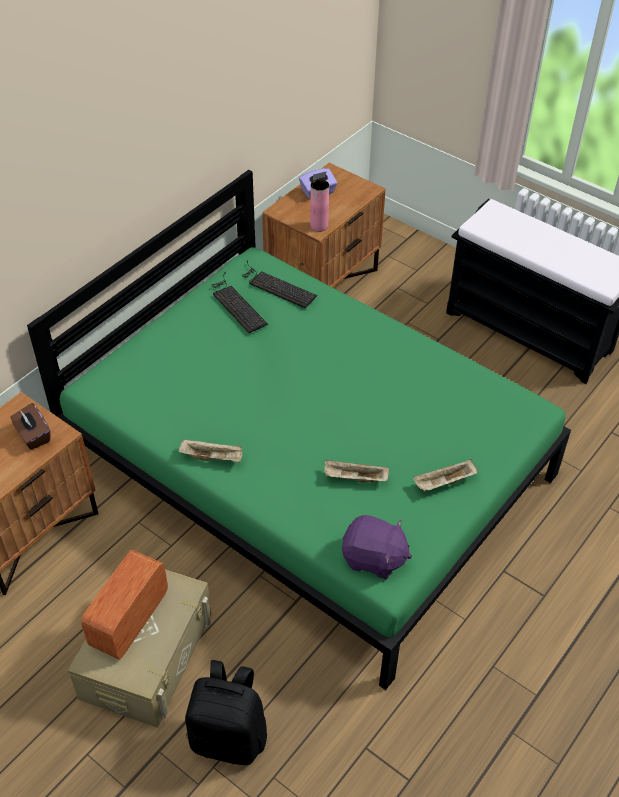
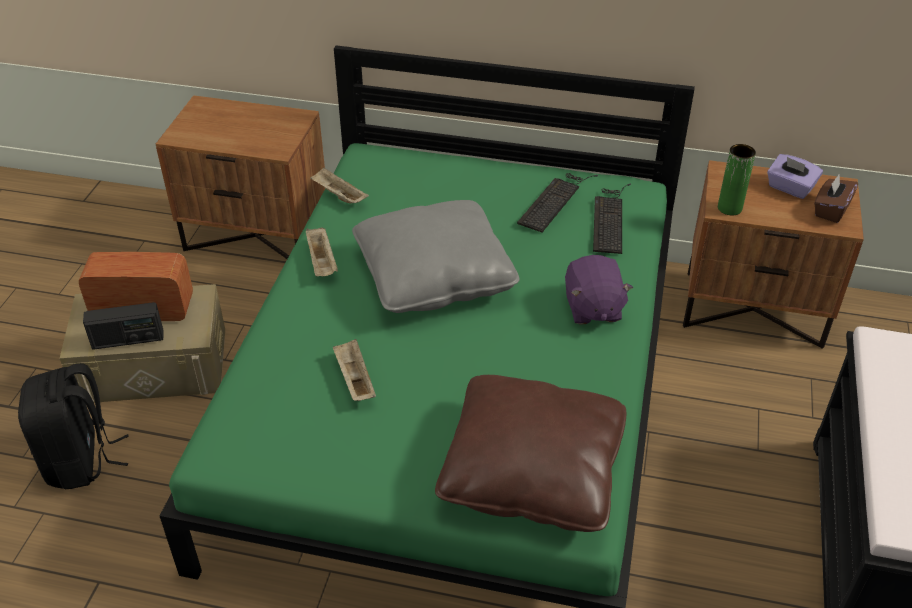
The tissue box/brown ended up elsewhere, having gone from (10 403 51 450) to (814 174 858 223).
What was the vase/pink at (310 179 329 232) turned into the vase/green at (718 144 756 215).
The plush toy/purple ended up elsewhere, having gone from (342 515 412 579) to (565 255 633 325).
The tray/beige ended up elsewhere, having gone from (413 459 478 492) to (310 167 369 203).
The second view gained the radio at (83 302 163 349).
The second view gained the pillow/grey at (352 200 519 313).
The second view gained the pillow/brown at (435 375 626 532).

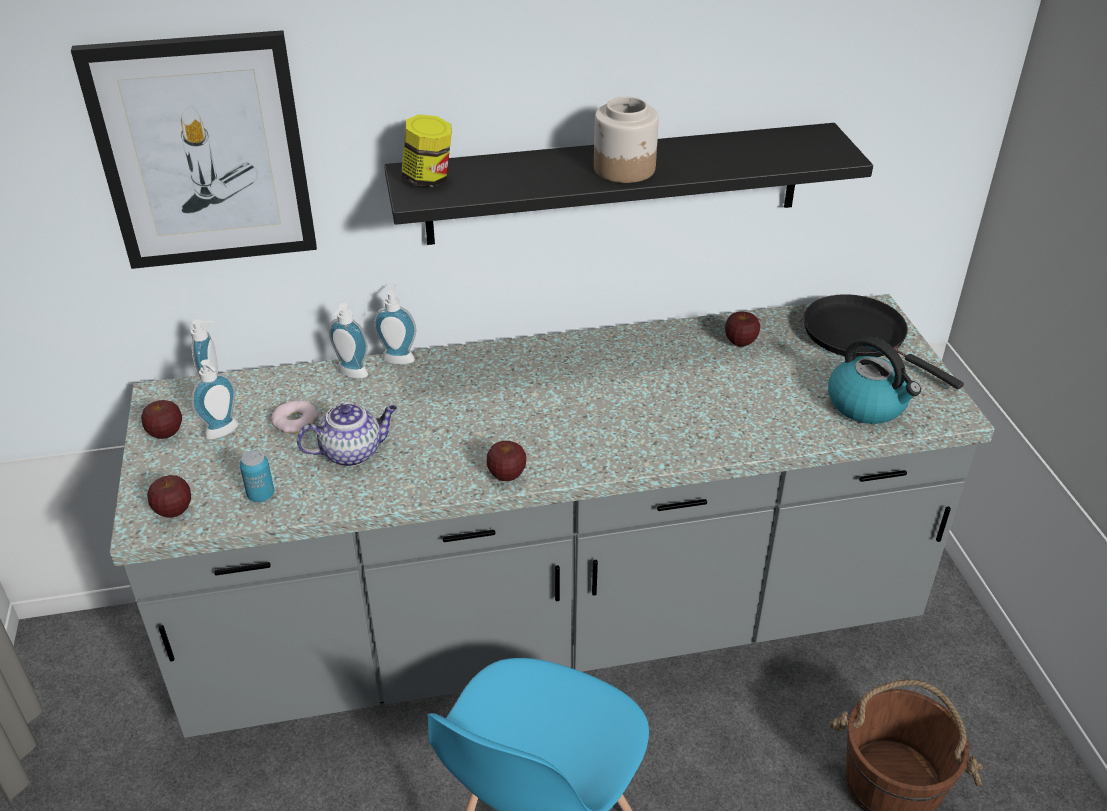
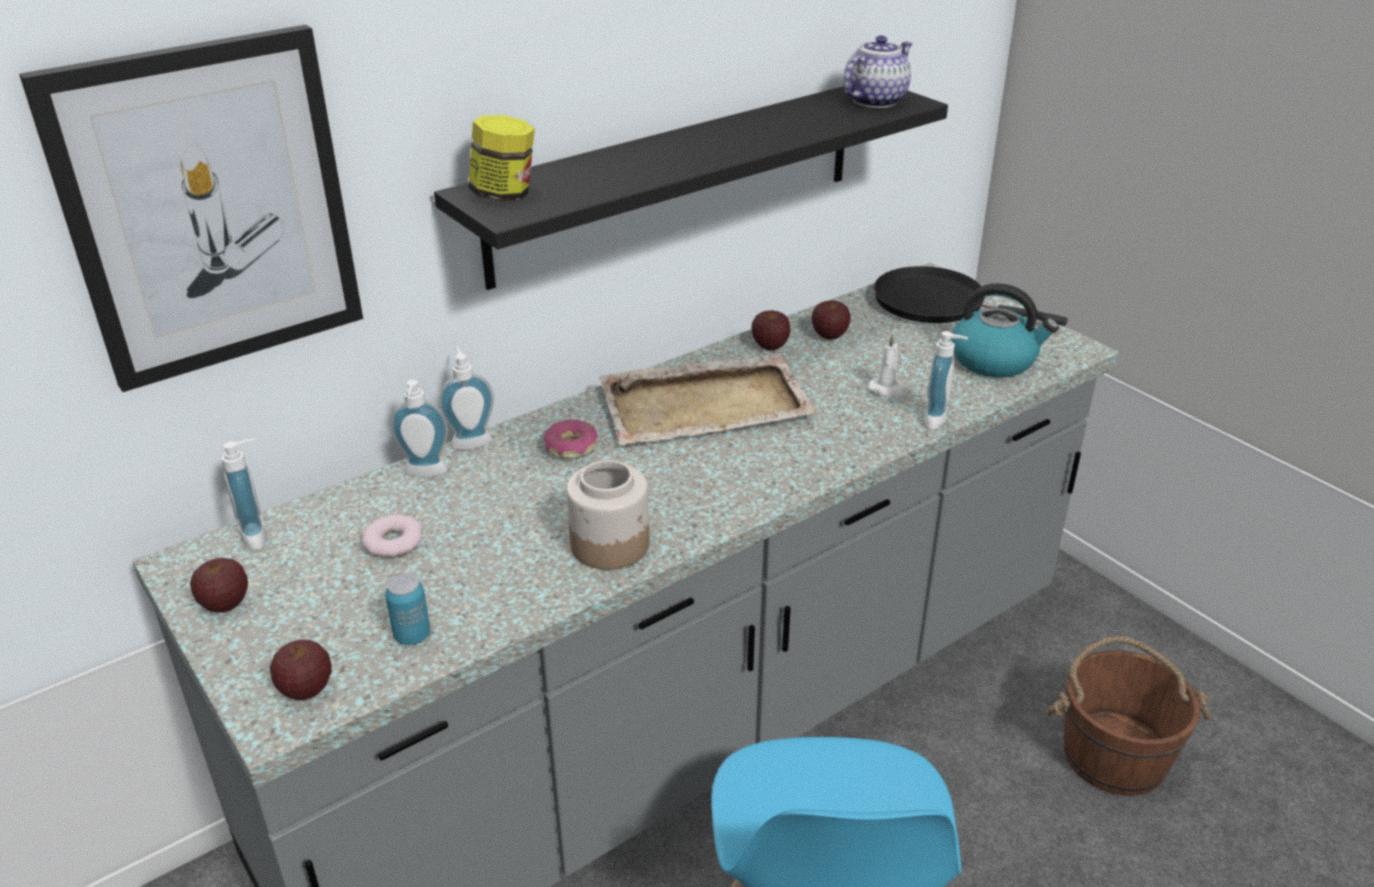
The soap dispenser ended up elsewhere, having gone from (191 359 238 439) to (924 331 968 430).
The teapot ended up elsewhere, having gone from (297 403 397 467) to (843 35 912 108).
The apple ended up elsewhere, having gone from (487 441 526 481) to (751 310 791 350).
The jar ended up elsewhere, having gone from (594 97 659 183) to (566 460 649 570).
The second view gained the donut at (544 420 598 459).
The second view gained the tray/beige at (599 353 817 446).
The second view gained the candle/white at (868 333 904 399).

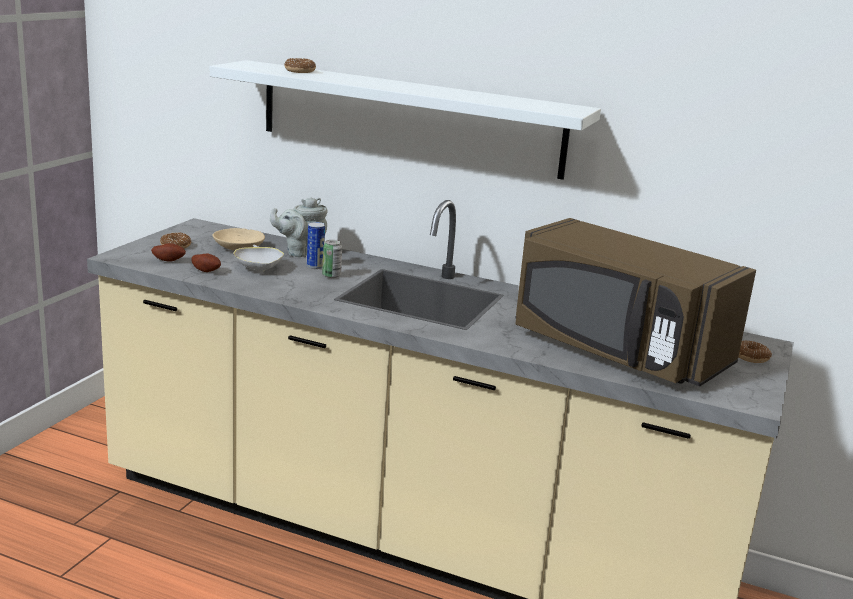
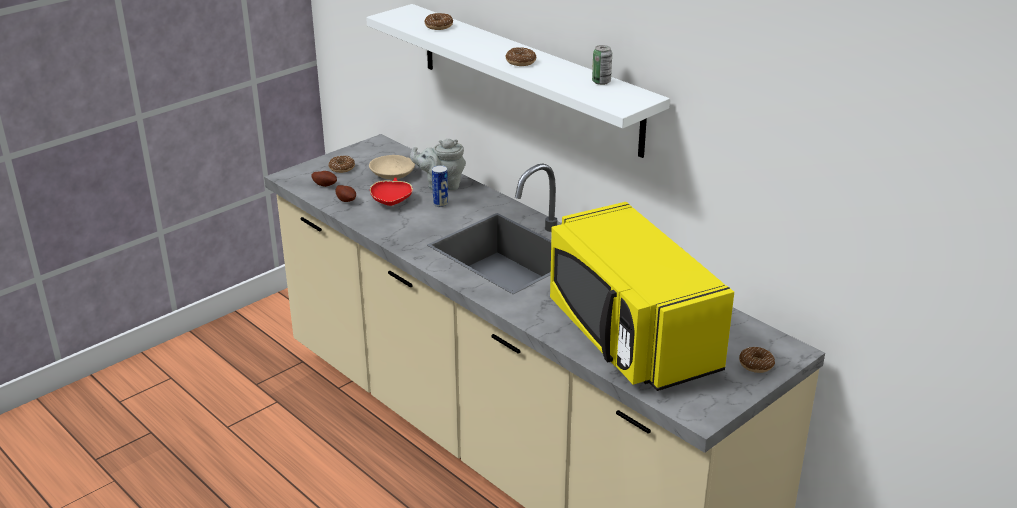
What was the bowl/white at (233 245 284 272) turned into the bowl/red at (370 177 413 206).
The can ended up elsewhere, having gone from (322 240 342 278) to (592 45 612 85).
What was the microwave/brown at (515 218 756 386) turned into the microwave/yellow at (550 202 734 391).
The second view gained the donut at (505 47 537 66).

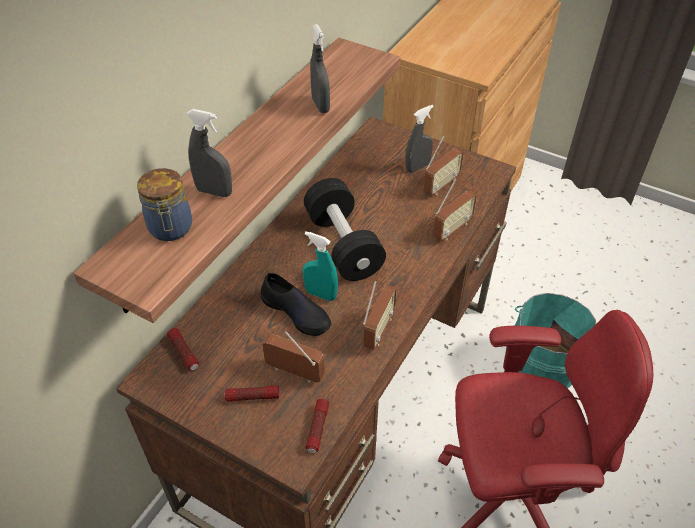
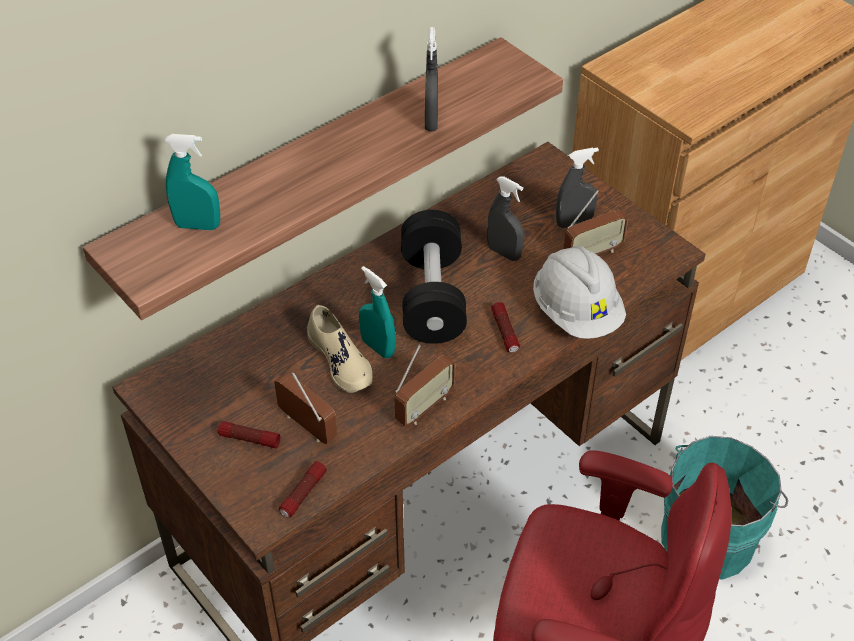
Where the jar stood at (137 168 192 241), the spray bottle/turquoise came to stand at (165 134 220 230).
The flashlight ended up elsewhere, having gone from (167 328 199 371) to (491 302 520 353).
The spray bottle/grey ended up elsewhere, having gone from (187 109 232 197) to (487 176 524 261).
What was the shoe/black at (261 273 331 336) turned into the shoe/beige at (307 305 373 393).
Where the radio stood at (433 179 477 241), the hard hat/white came to stand at (533 246 626 339).

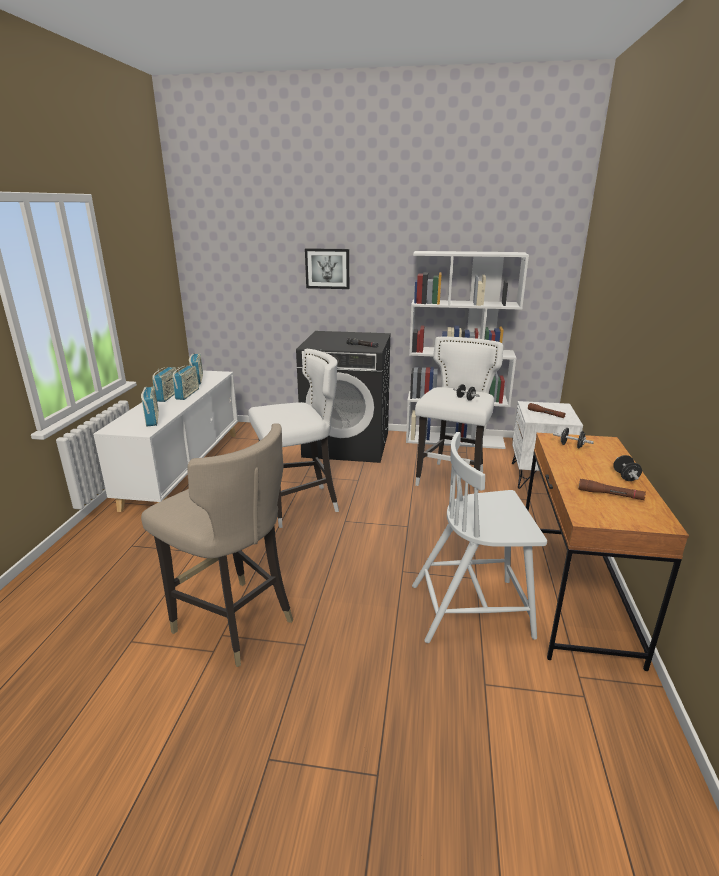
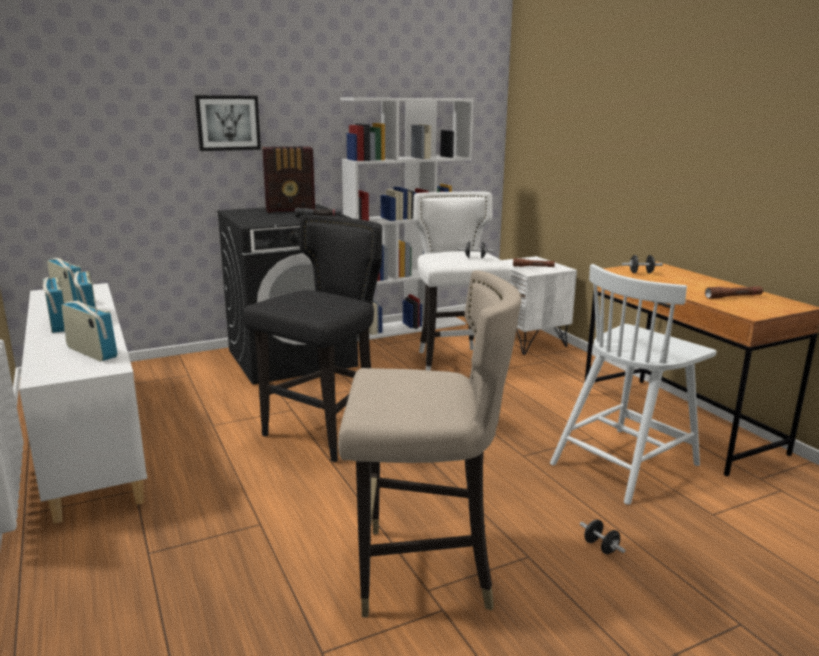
What was the stool/white at (248 349 339 528) turned into the stool/black at (243 215 382 462).
The dumbbell/black ended up elsewhere, having gone from (613 455 642 481) to (580 519 626 554).
The second view gained the radio at (262 146 315 213).

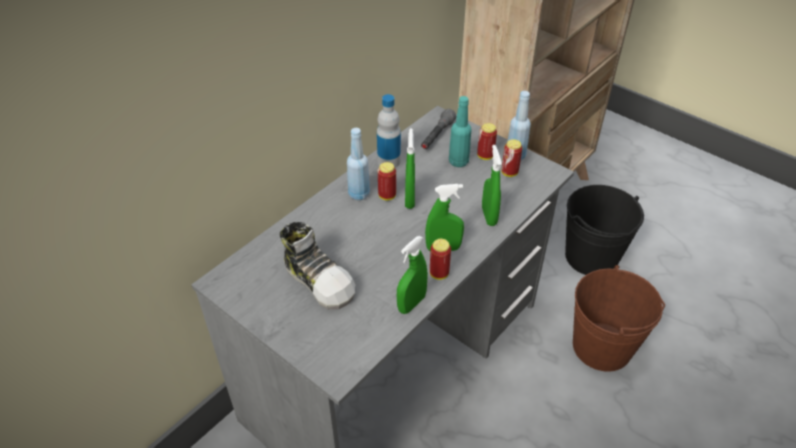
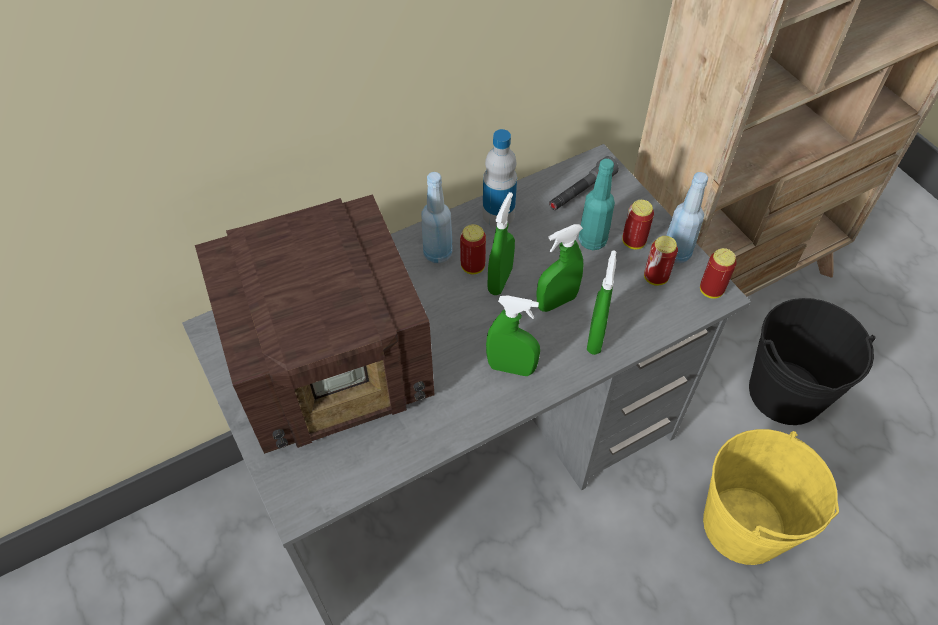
Where the shoe stood at (280 222 356 310), the radio came to stand at (195 194 434 454).
The spray bottle/green ended up elsewhere, having gone from (397 236 428 314) to (537 224 583 312).
The can ended up elsewhere, having gone from (430 239 451 280) to (700 248 736 299).
What was the bucket/brown at (573 265 665 372) turned into the bucket/yellow at (703 429 839 565).

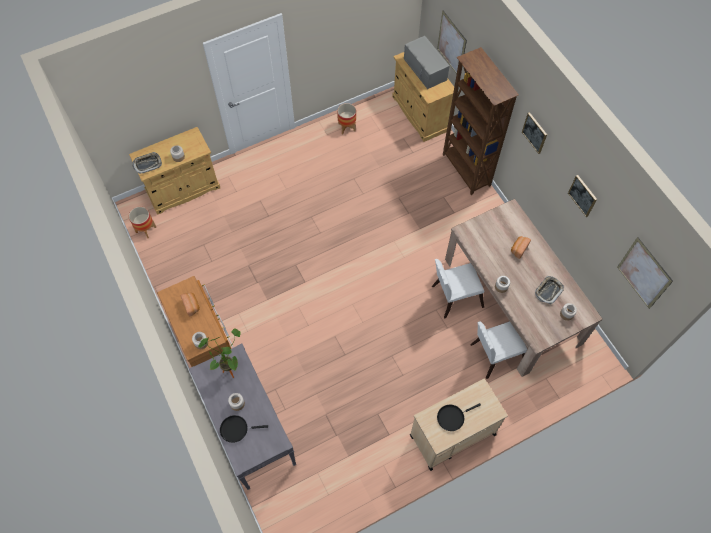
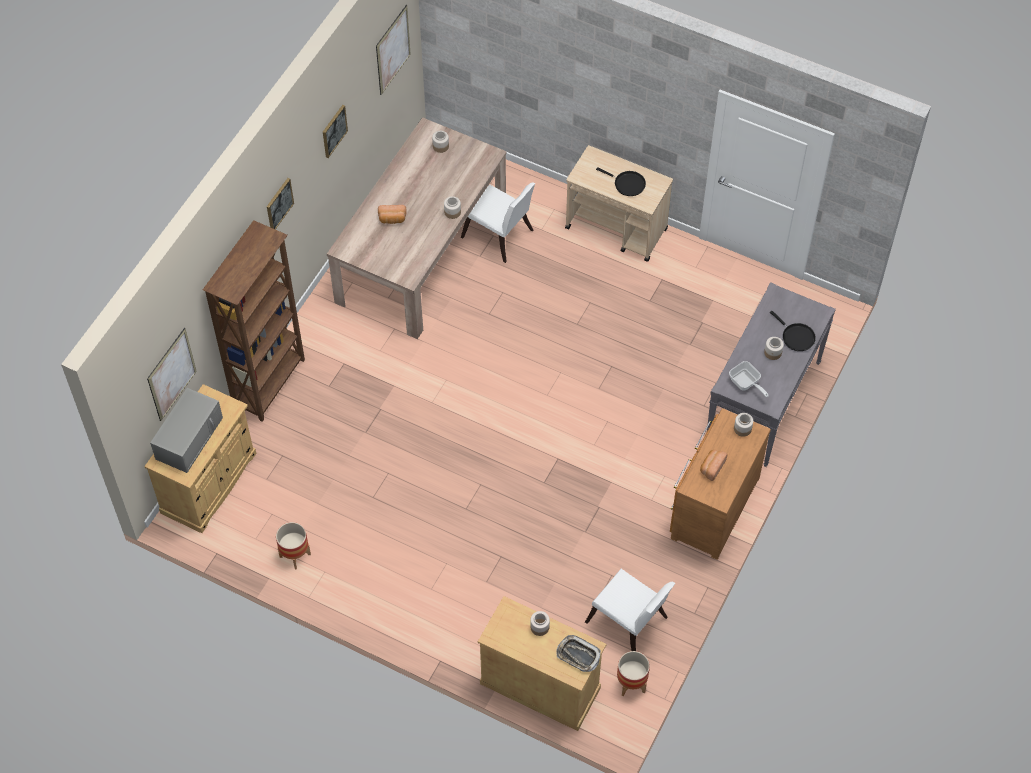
Where the potted plant stood at (198 328 241 378), the frying pan came to stand at (729 361 769 397).
The chair/white ended up elsewhere, having gone from (432 259 484 318) to (585 569 676 651).
The second view lost the tray at (535 276 564 304).

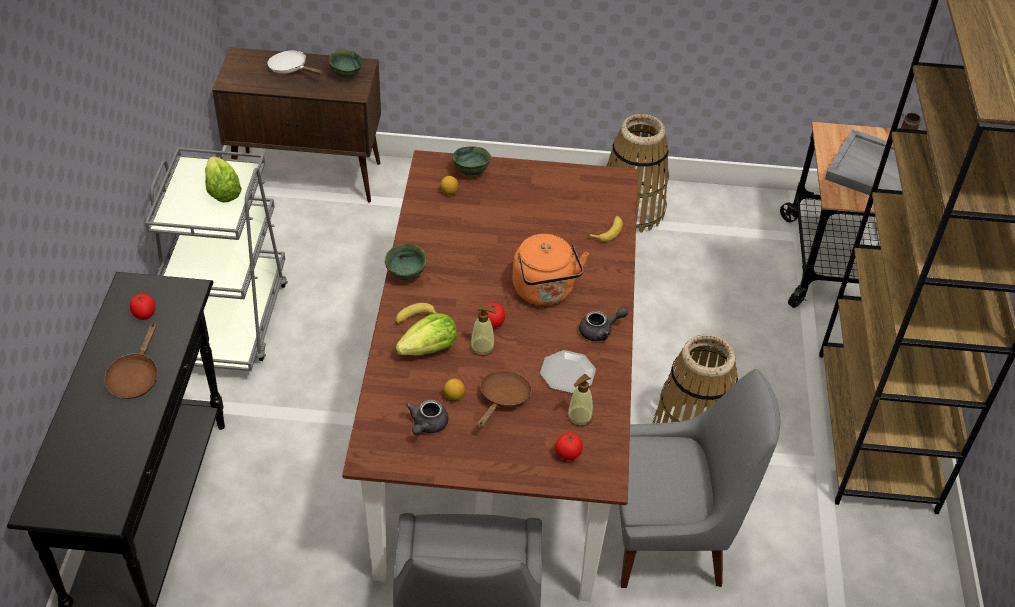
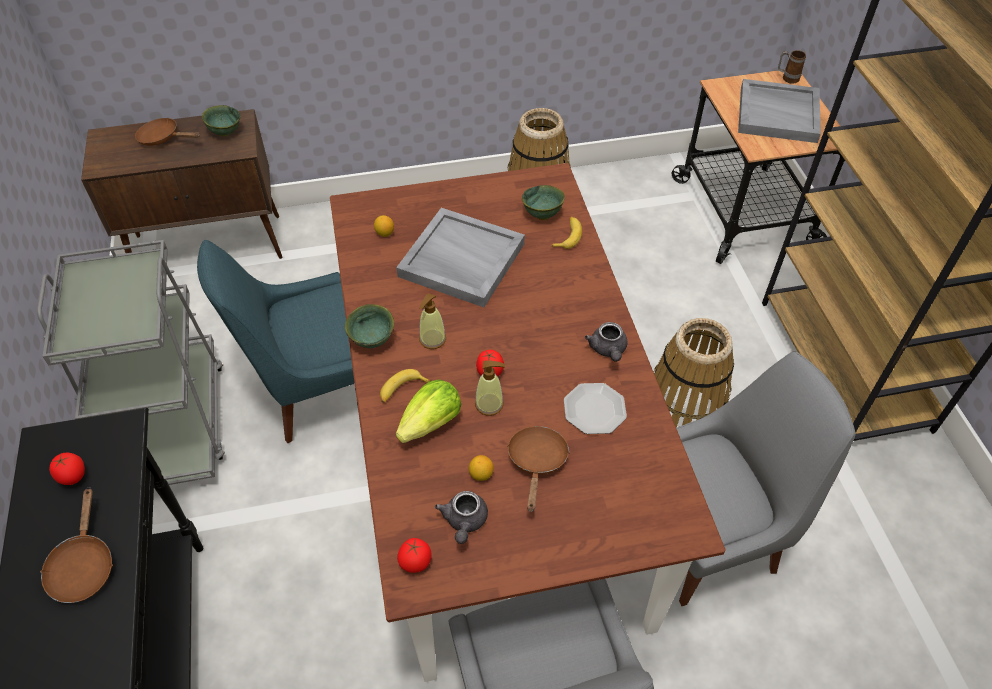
The second view lost the lettuce at (205 156 242 203).
What was the frying pan/white at (267 50 323 75) turned into the frying pan/brown at (135 118 200 146).
The bowl/green ended up elsewhere, having gone from (452 147 491 177) to (522 185 565 220).
The second view lost the kettle/orange at (512 234 589 305).
The tomato ended up elsewhere, having gone from (555 432 583 460) to (397 538 432 573).
The soap dispenser ended up elsewhere, having gone from (567 374 593 426) to (419 293 446 349).
The teapot/grey at (579 307 629 341) ended up facing another way, 120 degrees clockwise from before.
The second view gained the chair/blue at (197 240 355 443).
The second view gained the tray/grey at (396 208 525 307).

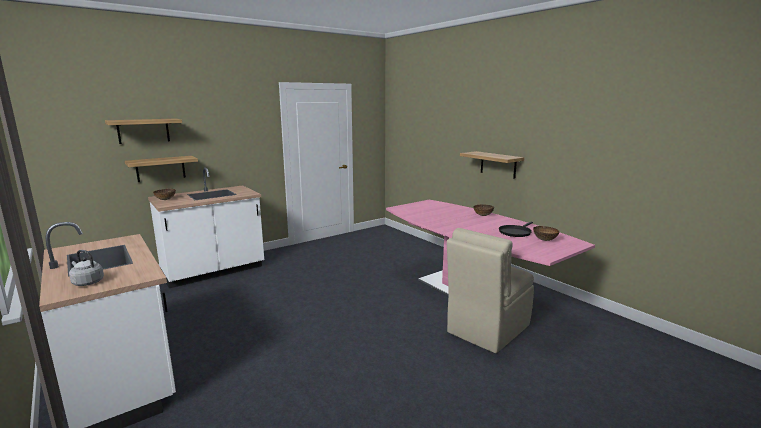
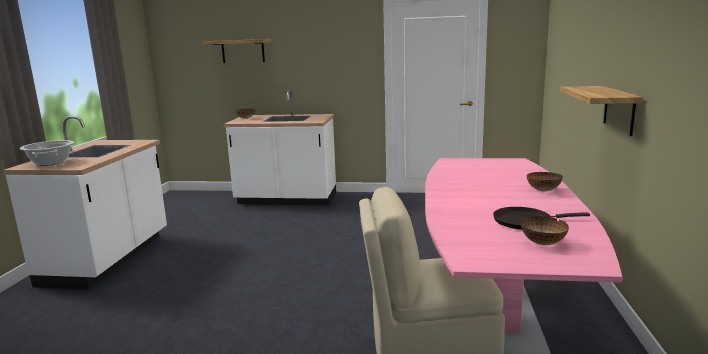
Where the kettle/grey stood at (69 250 104 286), the cooking pot came to stand at (20 140 74 166).
The second view lost the shelf at (125 156 198 182).

